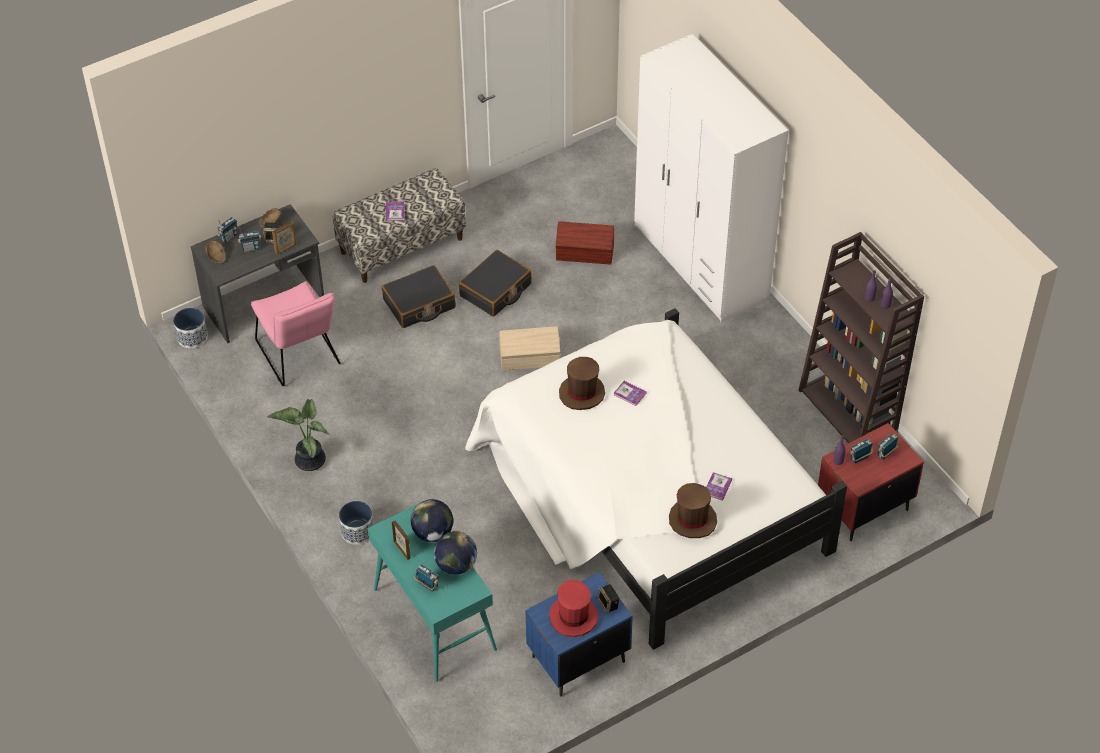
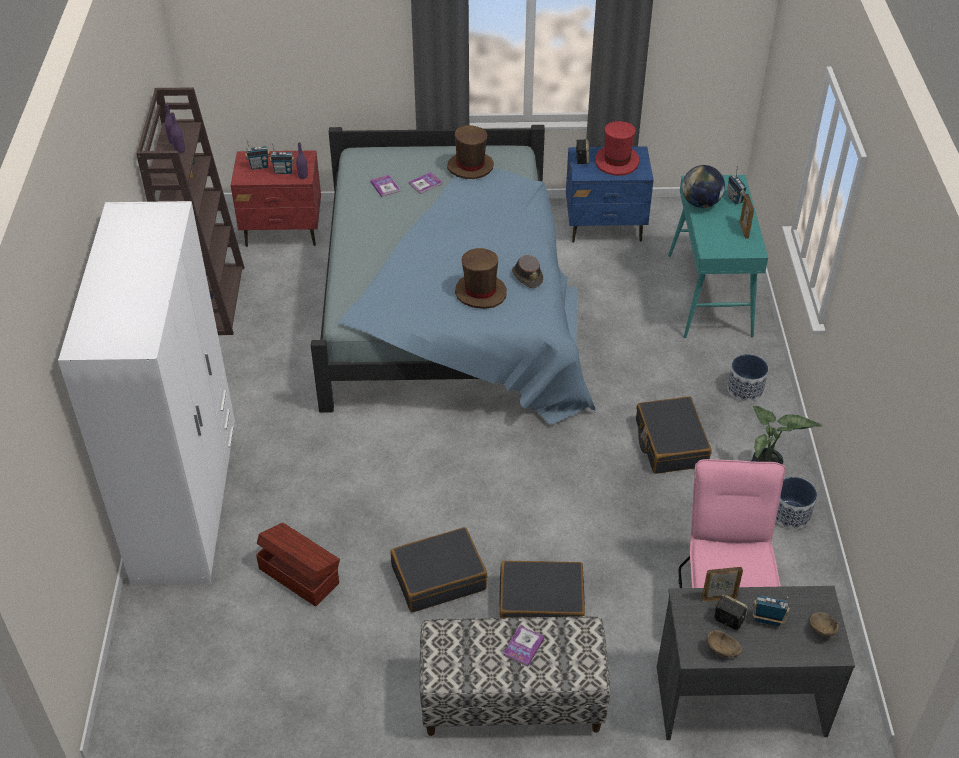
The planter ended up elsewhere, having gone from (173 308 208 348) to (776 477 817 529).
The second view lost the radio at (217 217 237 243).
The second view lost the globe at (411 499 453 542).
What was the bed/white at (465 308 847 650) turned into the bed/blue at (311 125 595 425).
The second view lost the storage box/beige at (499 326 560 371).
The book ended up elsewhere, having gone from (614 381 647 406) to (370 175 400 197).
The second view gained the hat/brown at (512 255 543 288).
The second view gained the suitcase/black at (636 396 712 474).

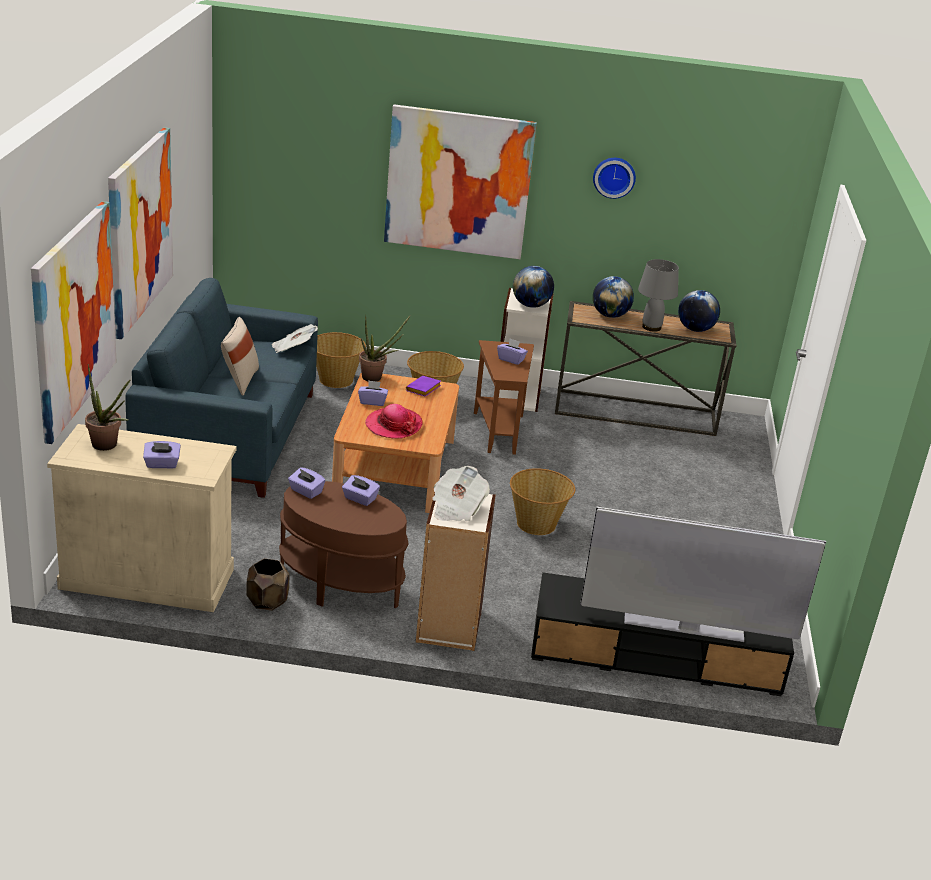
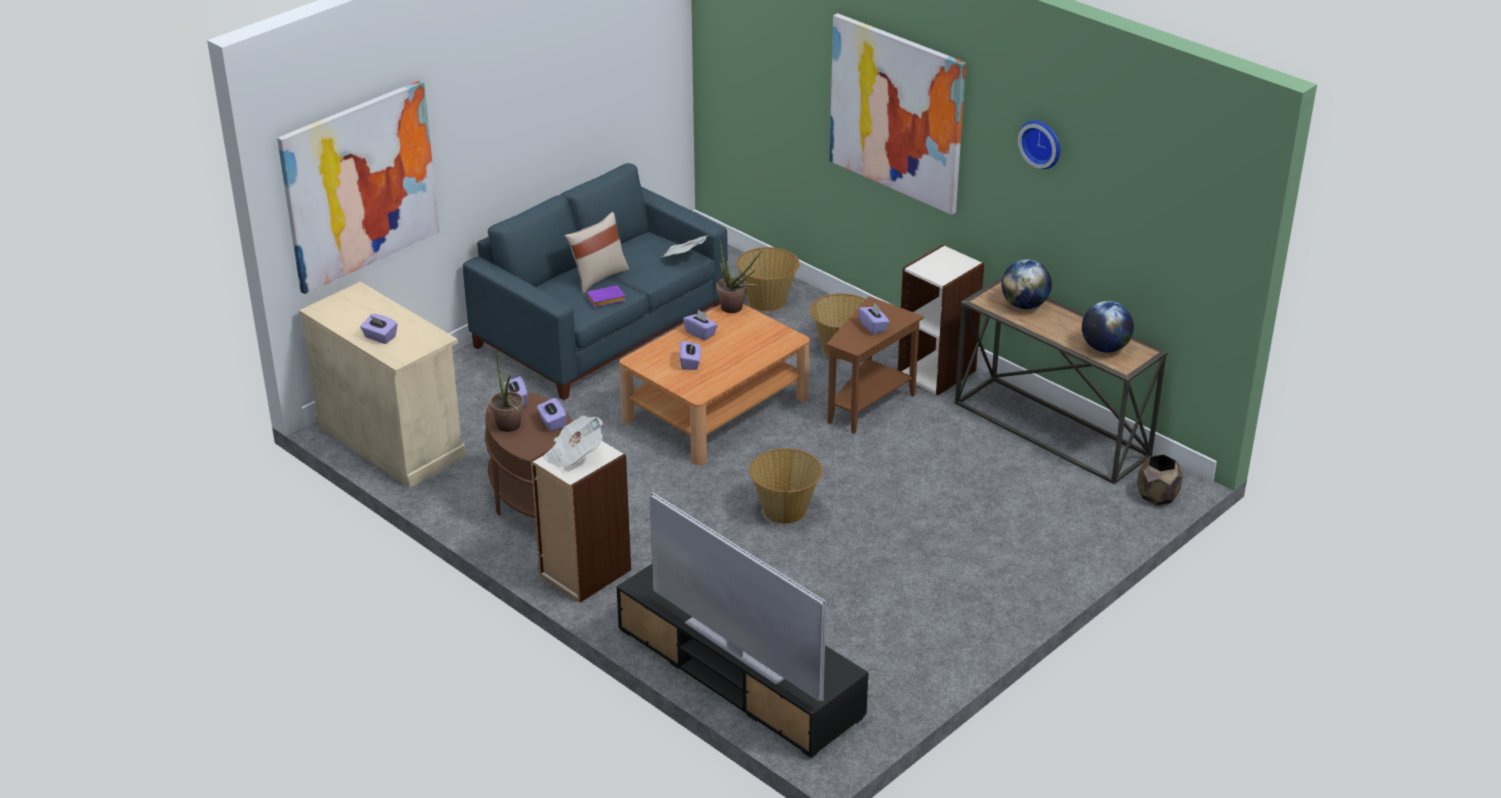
The potted plant ended up elsewhere, having gone from (85 364 131 451) to (490 348 524 432).
The second view lost the picture at (108 127 173 339).
The planter/brown ended up elsewhere, having gone from (246 558 290 611) to (1137 454 1182 505).
Where the hat stood at (365 404 423 439), the tissue box/purple came to stand at (680 340 701 370).
The book/purple ended up elsewhere, having gone from (406 376 441 397) to (586 285 626 307).
The second view lost the globe at (513 266 554 308).
The second view lost the table lamp/grey at (638 259 679 332).

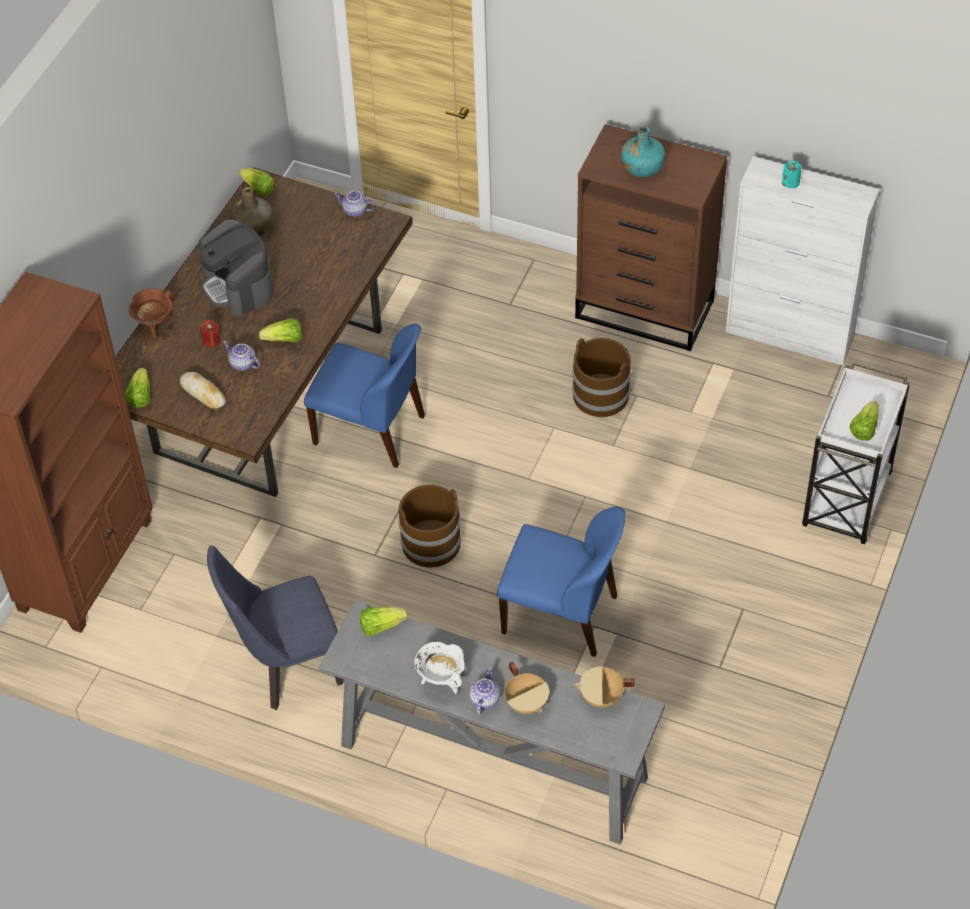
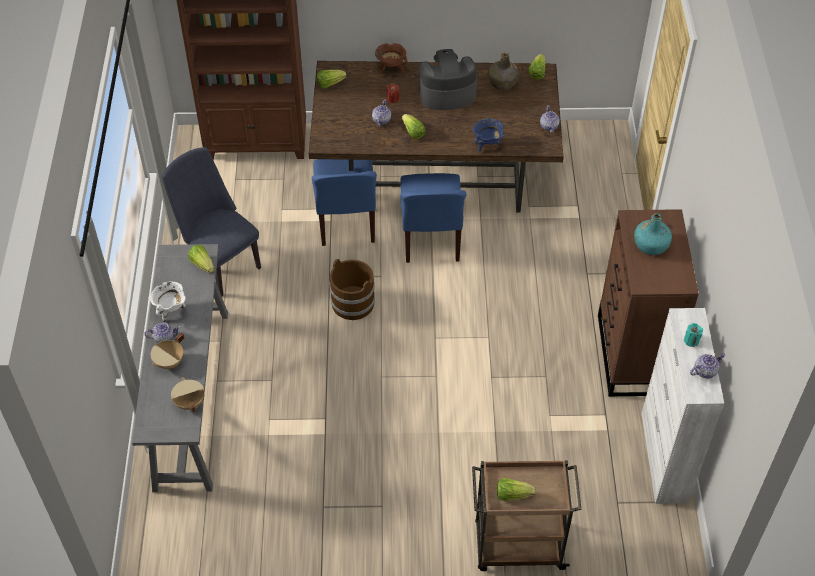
The second view lost the bread at (180 372 226 409).
The coffee machine at (198 219 274 316) ended up facing another way, 45 degrees clockwise from before.
The chair/blue ended up elsewhere, having gone from (497 507 626 657) to (312 159 377 246).
The second view lost the bucket/brown at (572 338 631 417).
What was the cart/white at (802 362 910 544) turned into the cart/brown at (472 460 581 571).
The second view gained the cooking pot/blue at (473 118 504 153).
The second view gained the teapot at (690 353 725 379).

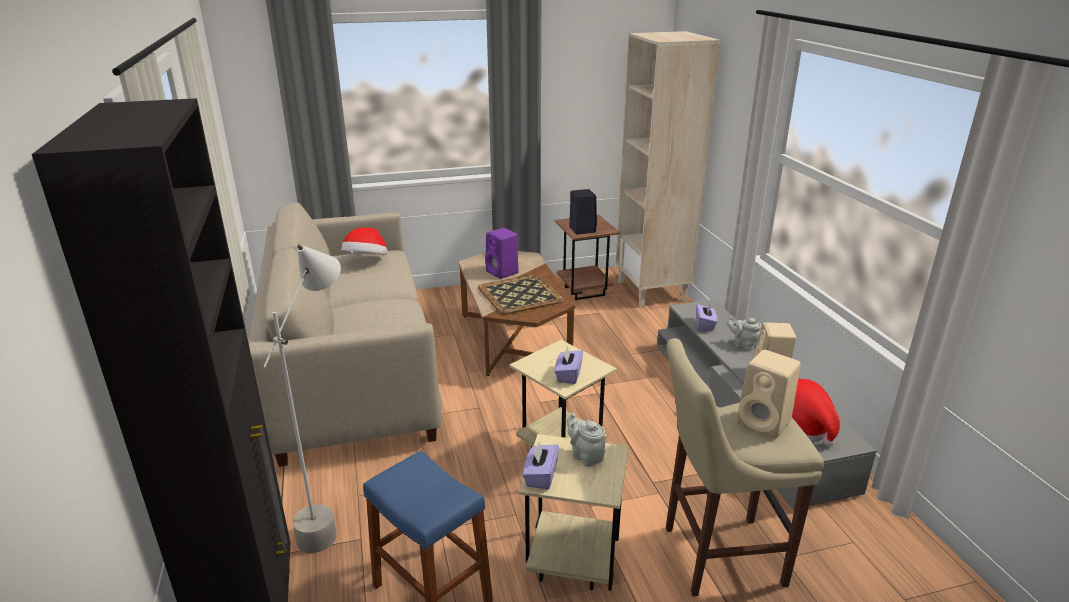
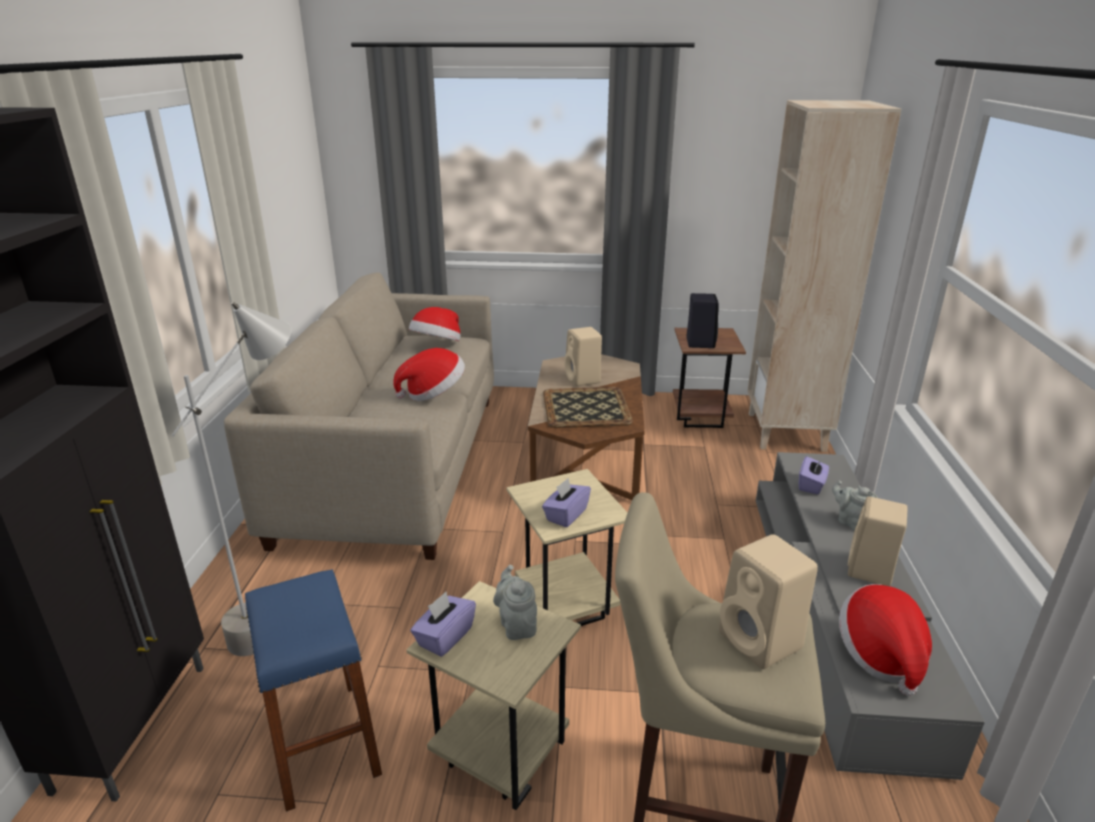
What was the speaker/purple at (485 228 519 279) turned into the speaker/beige at (564 327 602 386).
The second view gained the hat at (393 348 465 401).

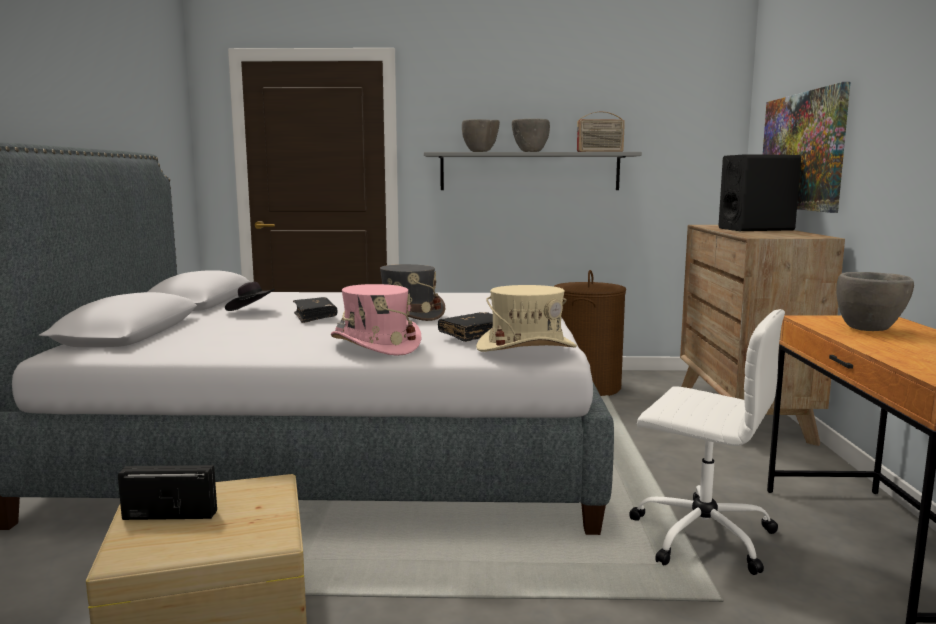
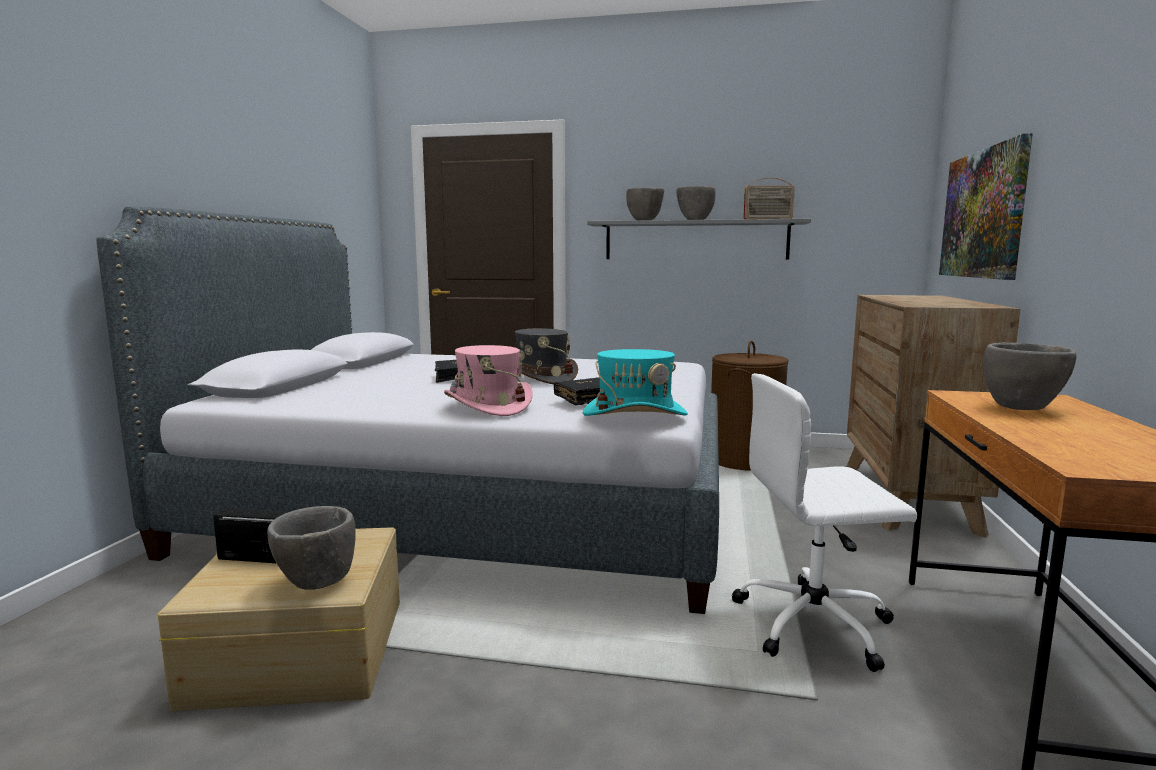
The second view lost the hat/black at (225 282 275 311).
What was the hat/beige at (476 285 577 352) turned into the hat/turquoise at (583 349 688 416).
The office chair/white at (629 309 785 575) ended up facing another way, 135 degrees clockwise from before.
The second view lost the speaker/black at (718 154 801 231).
The second view gained the bowl/grey at (267 506 356 590).

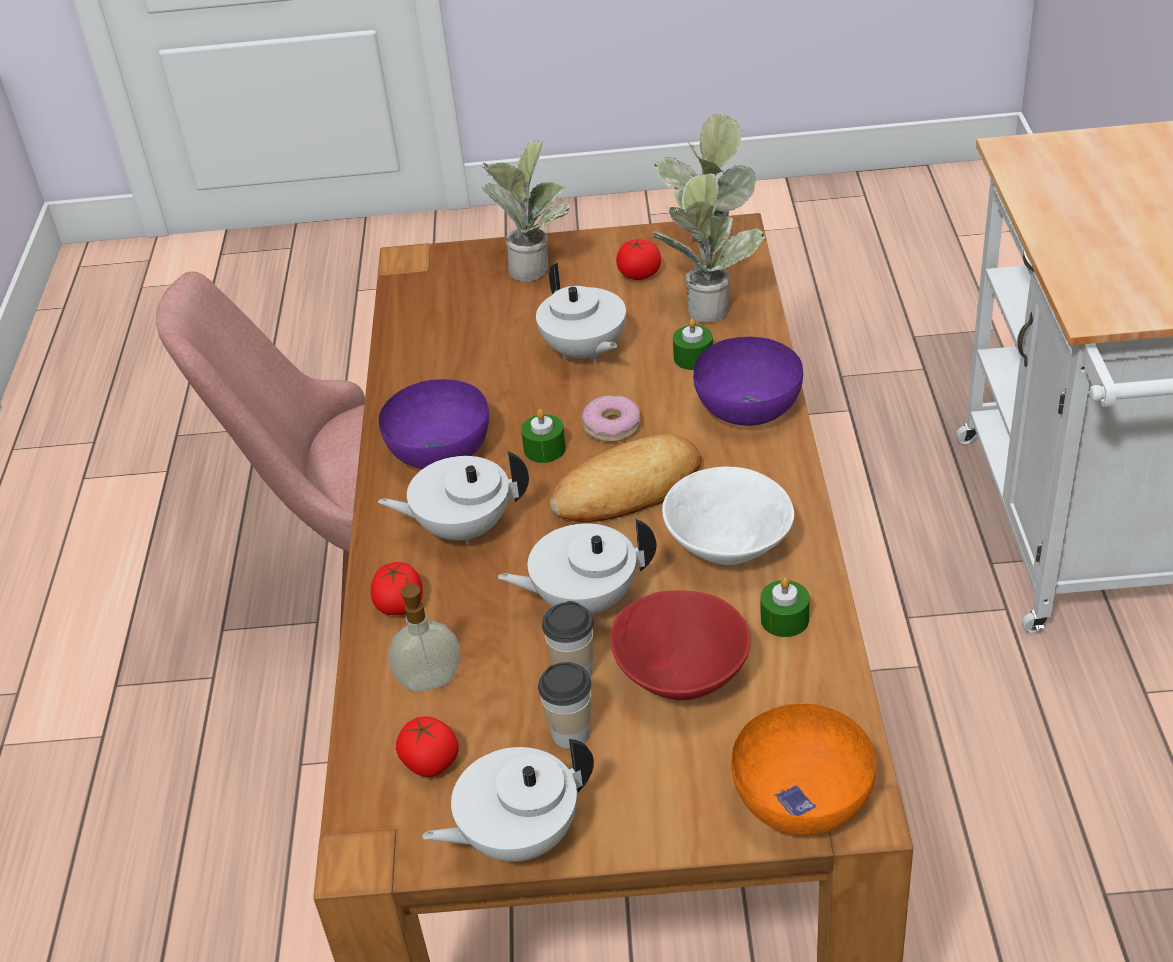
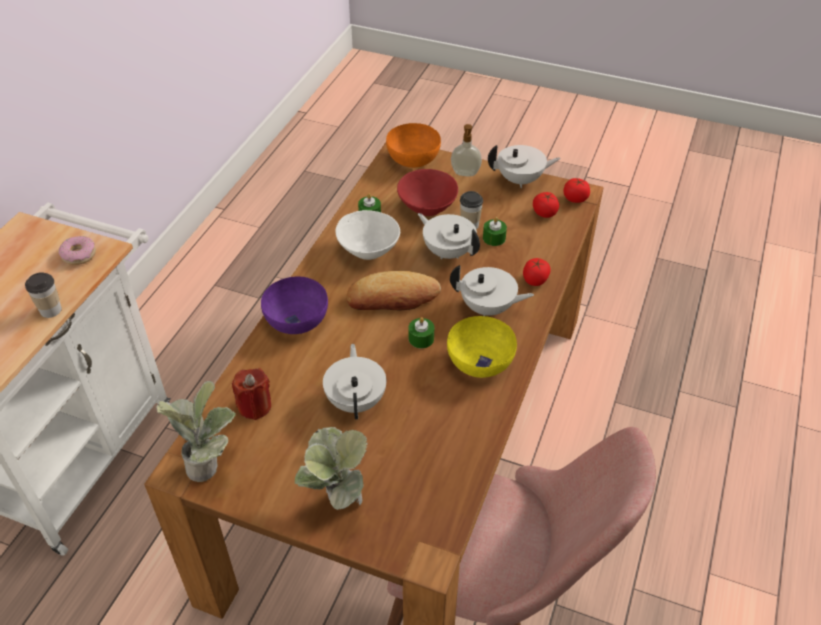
What was the bowl/purple at (379 379 489 469) turned into the bowl/yellow at (447 316 517 378).
The soap dispenser ended up elsewhere, having gone from (388 578 460 692) to (451 124 482 176).
The teapot/white at (498 519 657 618) ended up facing another way, 150 degrees counterclockwise from before.
The cup ended up elsewhere, having gone from (538 662 591 748) to (25 272 62 318).
The donut ended up elsewhere, having gone from (581 395 640 442) to (58 236 96 265).
The tomato ended up elsewhere, having gone from (616 239 661 280) to (563 178 590 203).
Where the potted plant stood at (653 173 766 323), the candle/red came to stand at (232 368 271 420).
The candle/green ended up elsewhere, having gone from (673 319 713 370) to (483 217 507 246).

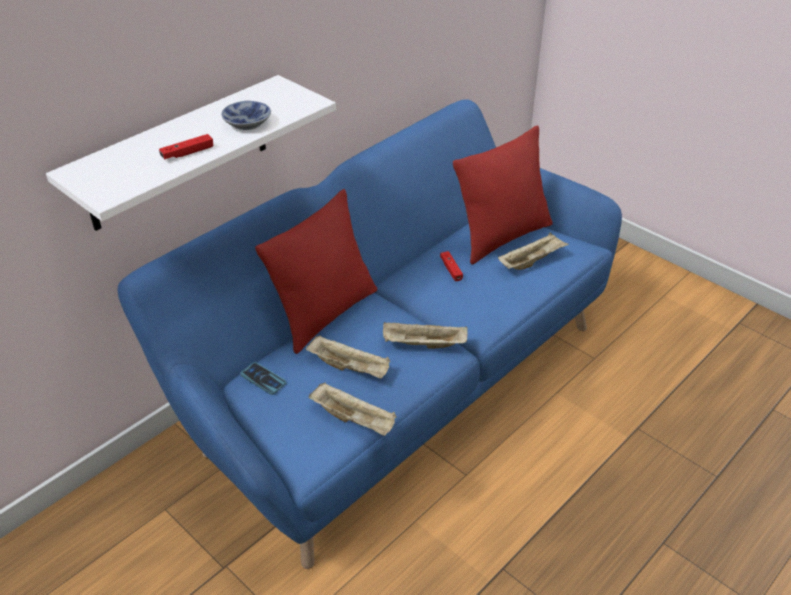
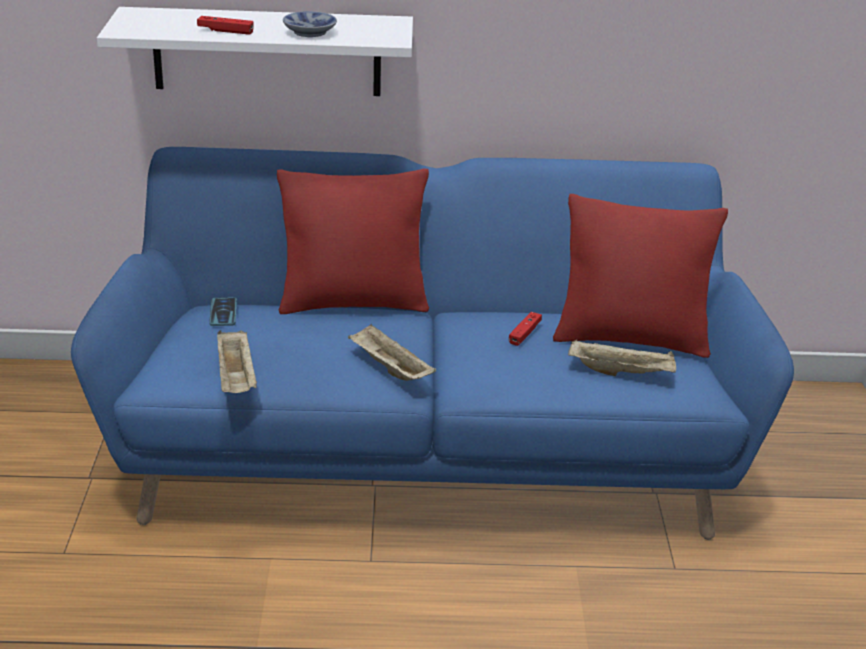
The second view lost the tray/beige at (306 335 390 379).

